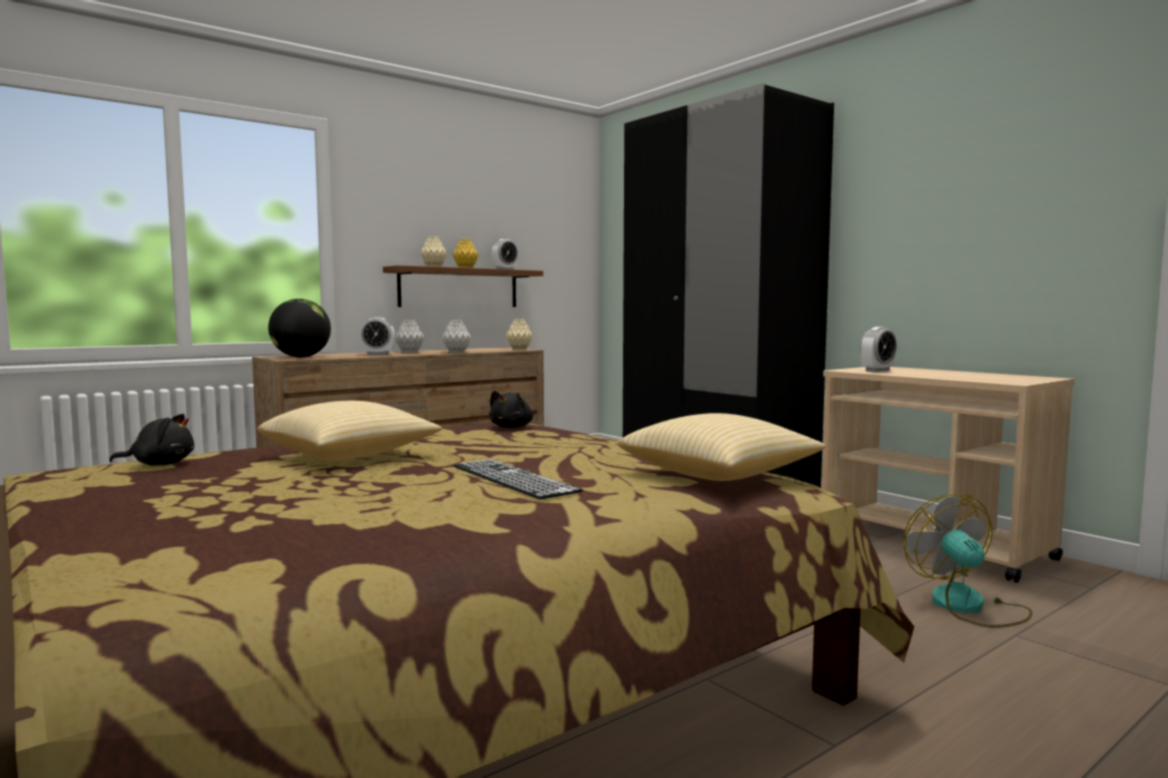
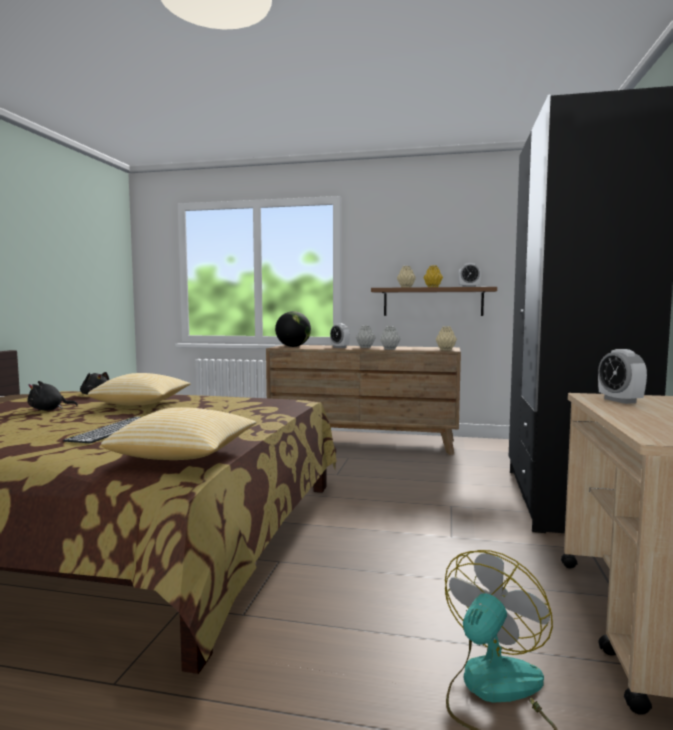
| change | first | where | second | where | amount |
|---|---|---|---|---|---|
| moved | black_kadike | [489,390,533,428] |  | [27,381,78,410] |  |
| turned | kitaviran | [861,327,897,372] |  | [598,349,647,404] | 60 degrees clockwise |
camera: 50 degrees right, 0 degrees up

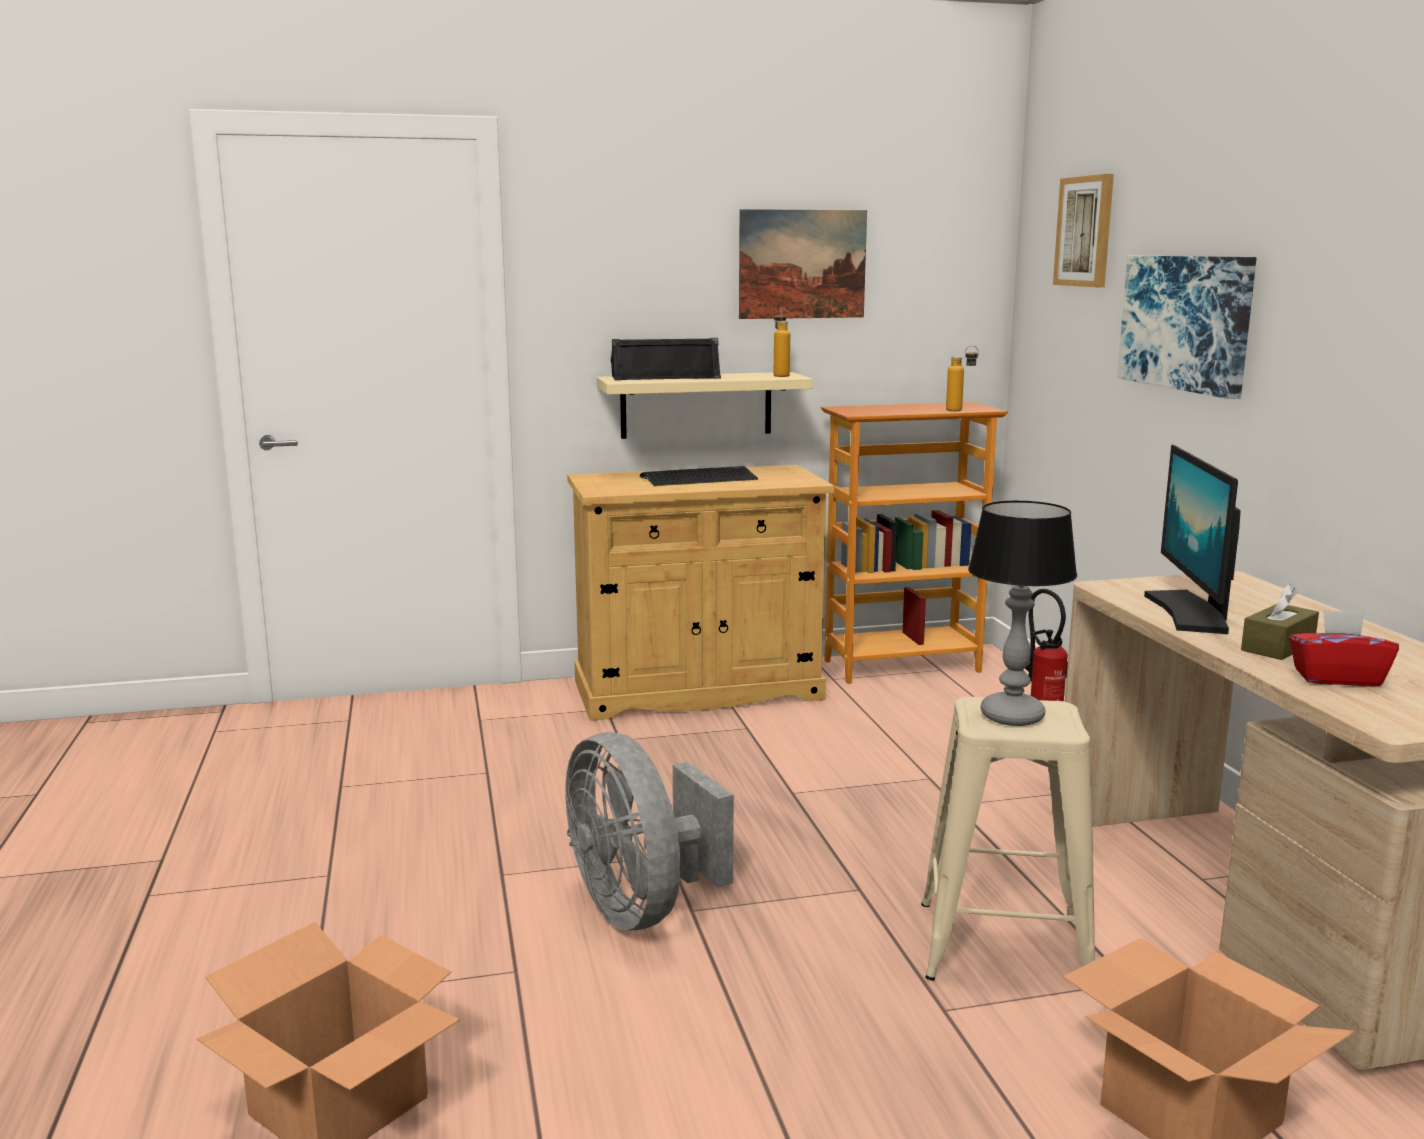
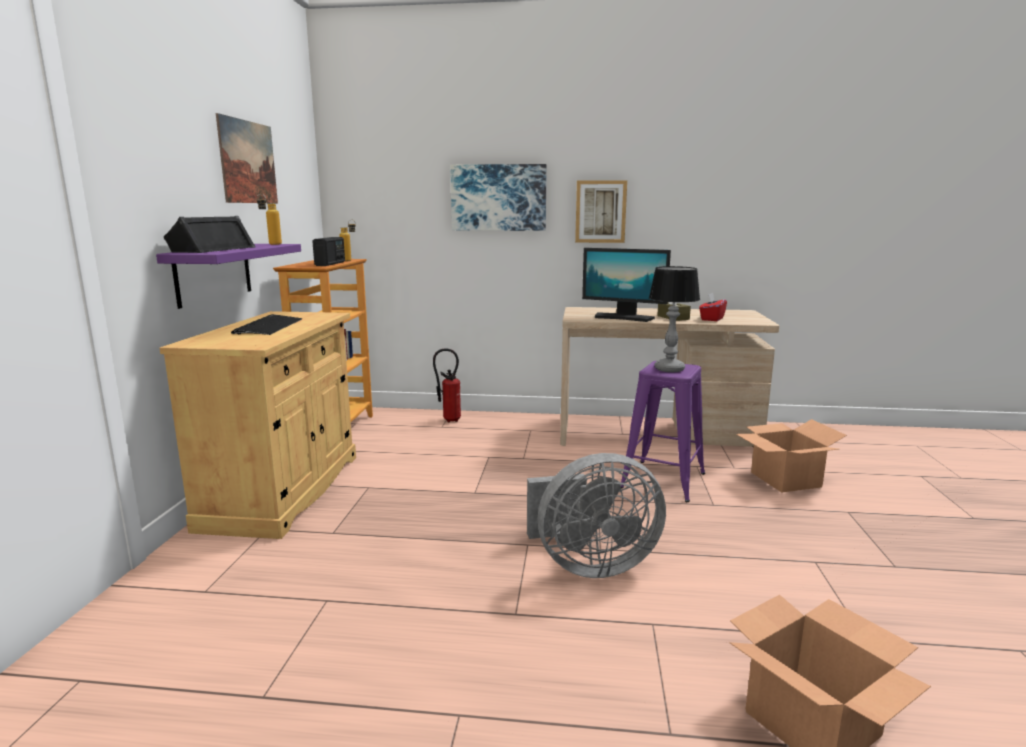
| change | first | where | second | where | amount |
|---|---|---|---|---|---|
| recoloured | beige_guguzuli | [597,372,813,439] | purple_guguzuli | [156,244,301,309] |  |
| added |  |  | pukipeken | [312,237,345,266] |  |
| moved | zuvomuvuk | [1053,174,1114,287] |  | [575,180,627,243] |  |
| recoloured | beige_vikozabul | [921,697,1095,981] | purple_vikozabul | [620,361,705,502] |  |
camera: 70 degrees left, 0 degrees up

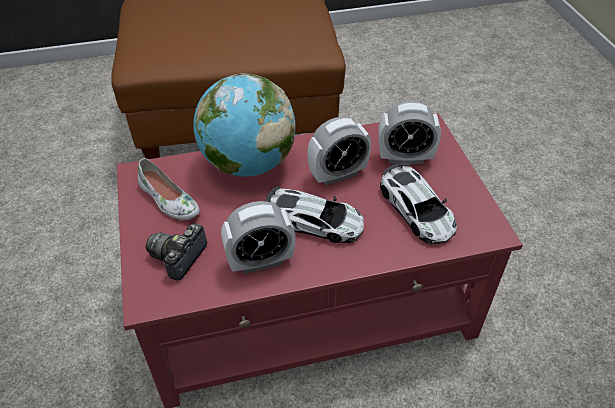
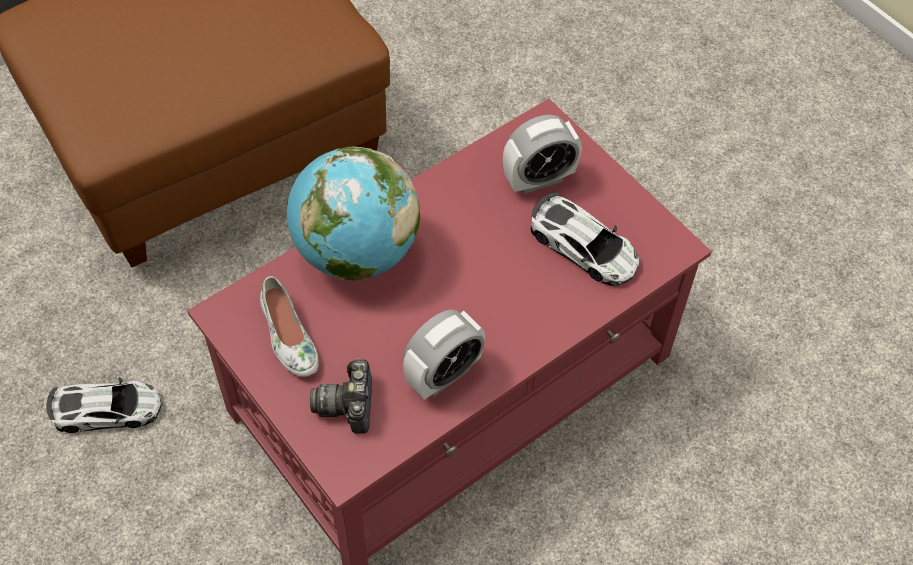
| change | first | where | second | where | amount |
|---|---|---|---|---|---|
| moved | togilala | [266,186,364,243] |  | [46,378,162,433] |  |
| turned | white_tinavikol | [138,158,200,220] |  | [260,276,319,377] | 45 degrees clockwise |
| removed | kitaviran | [307,117,371,186] |  |  |  |
camera: 25 degrees left, 10 degrees up

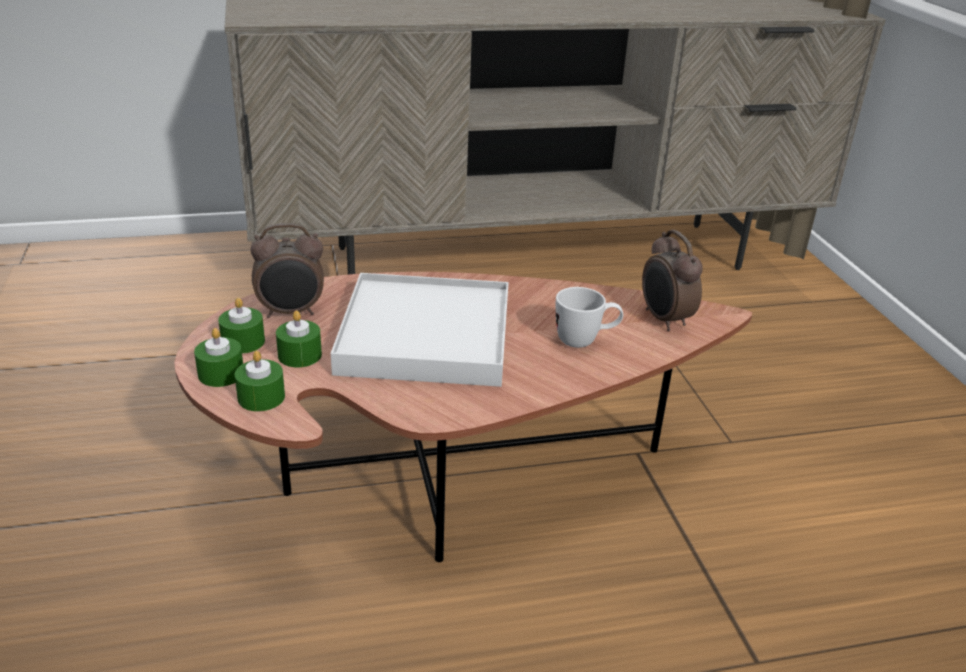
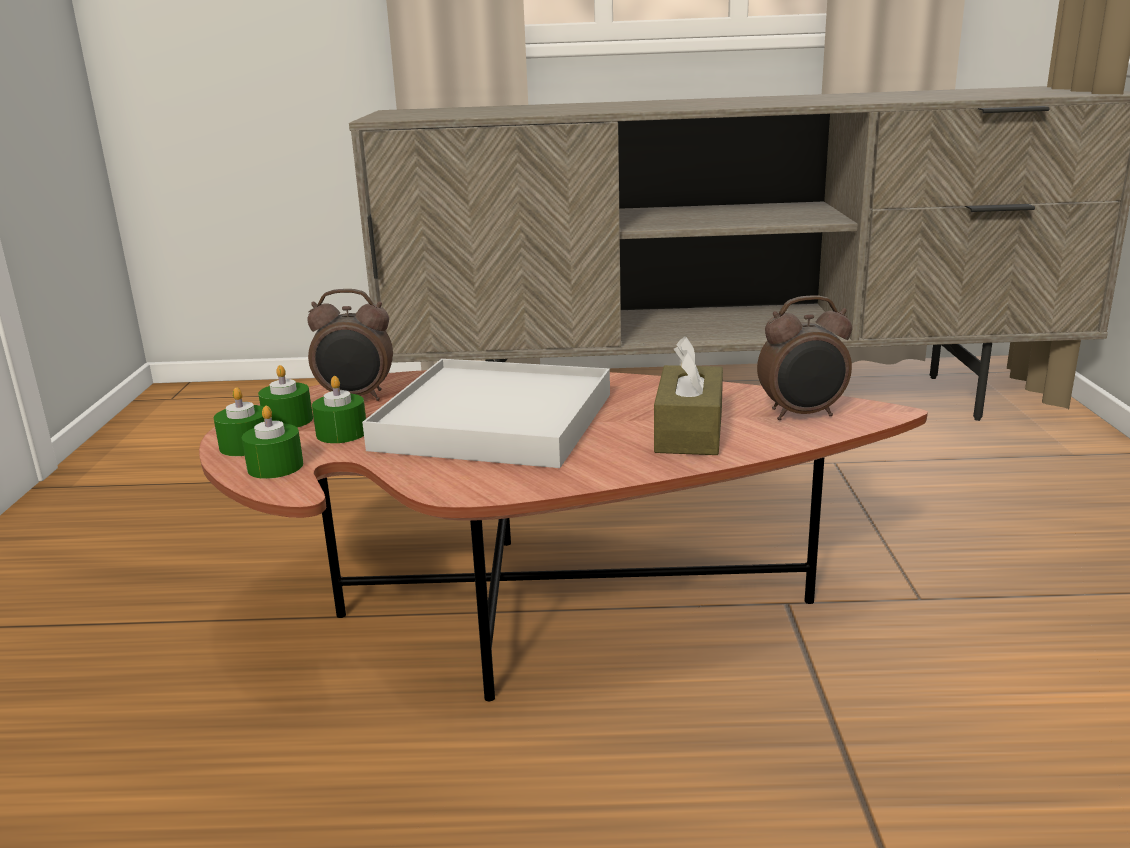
| change | first | where | second | where | amount |
|---|---|---|---|---|---|
| replaced | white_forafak | [556,287,623,348] | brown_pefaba | [654,336,723,455] |  |
| turned | kitaviran | [642,230,703,331] |  | [757,295,852,420] | 90 degrees counterclockwise |
camera: 15 degrees right, 10 degrees down

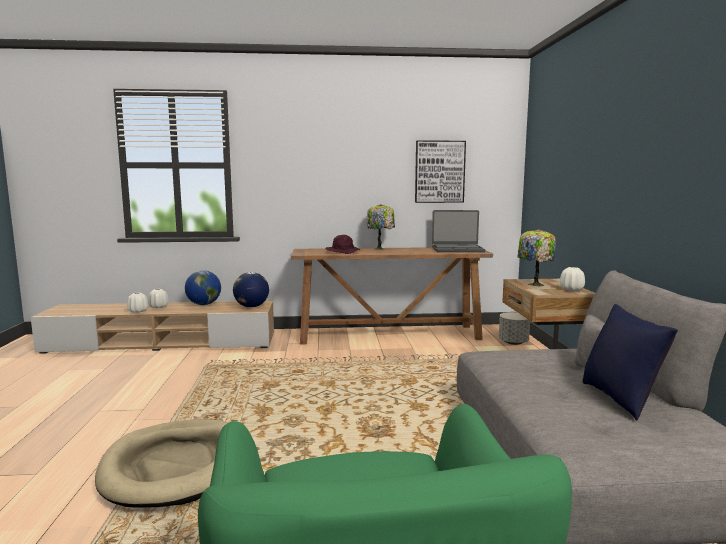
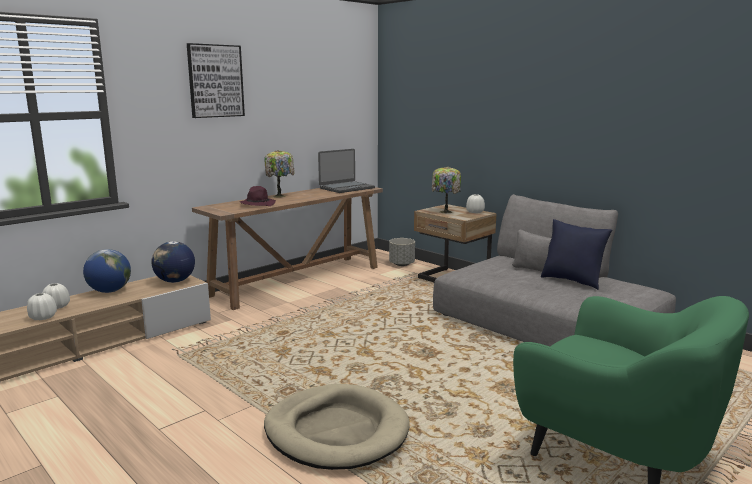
| change | first | where | second | where | amount |
|---|---|---|---|---|---|
| moved | zuvomuvuk | [415,140,466,203] |  | [187,43,245,118] |  |
camera: 40 degrees left, 5 degrees up

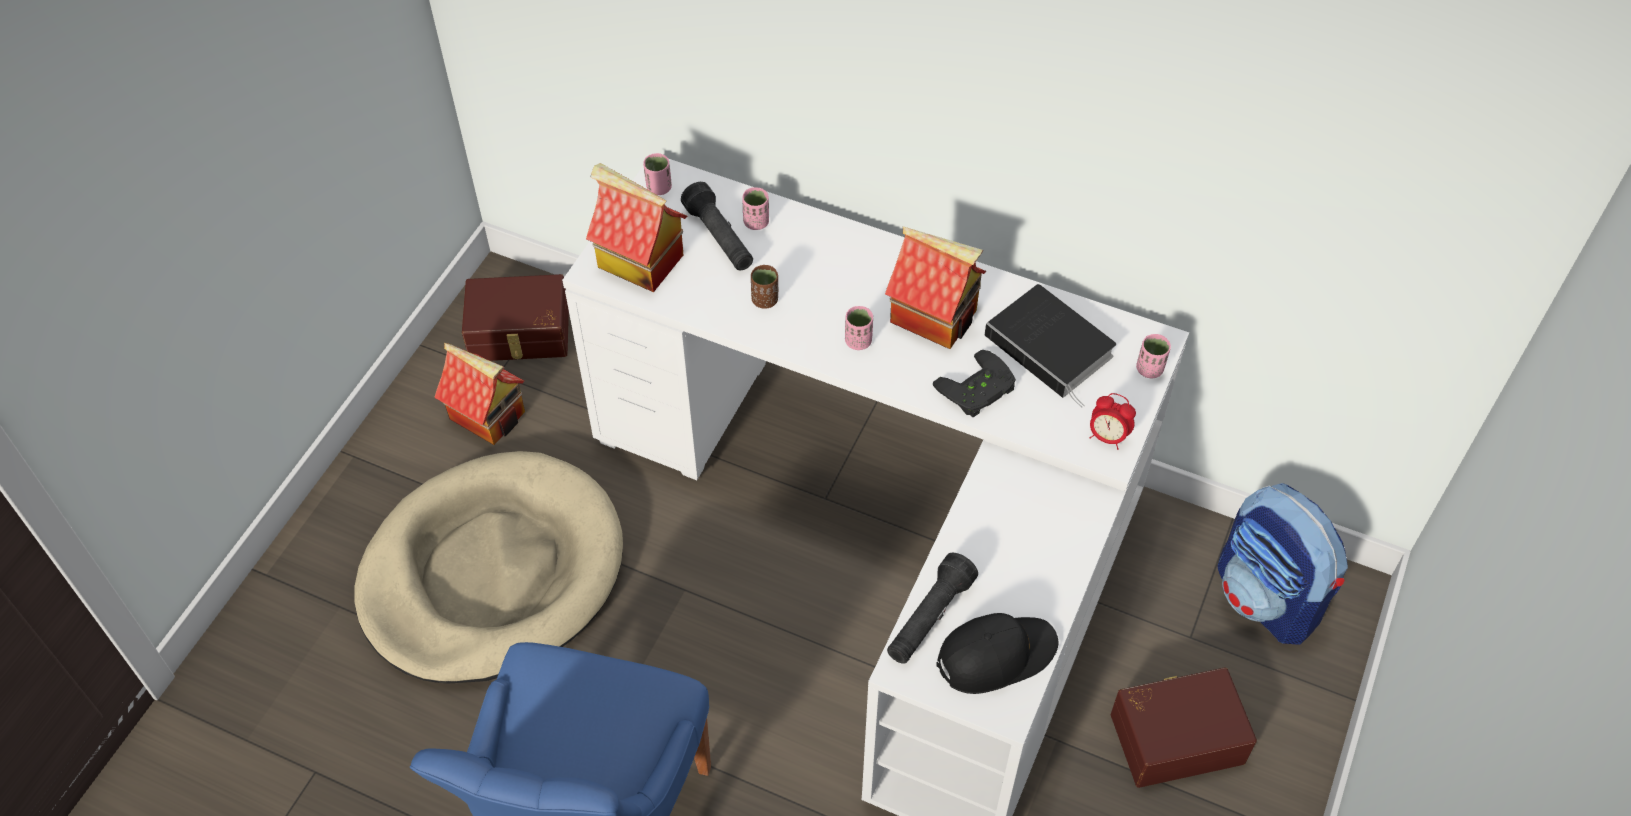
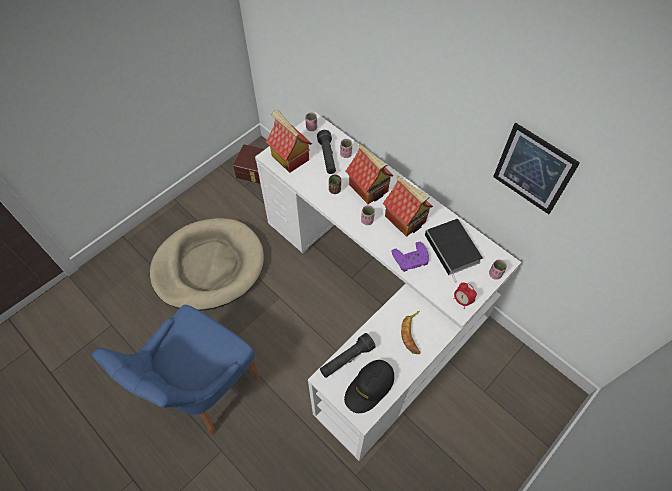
| change | first | where | second | where | amount |
|---|---|---|---|---|---|
| turned | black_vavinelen | [936,613,1059,694] |  | [344,360,394,413] | 135 degrees clockwise |
| moved | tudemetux | [434,343,525,445] |  | [346,144,394,204] |  |
| recoloured | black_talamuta | [933,350,1016,417] | purple_talamuta | [391,242,429,272] |  |
| added |  |  | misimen | [401,311,421,354] |  |
| added |  |  | zuvomuvuk | [493,123,580,214] |  |
| removed | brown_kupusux | [1111,667,1257,788] |  |  |  |
| removed | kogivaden | [1217,483,1348,645] |  |  |  |
camera: 20 degrees right, 5 degrees up

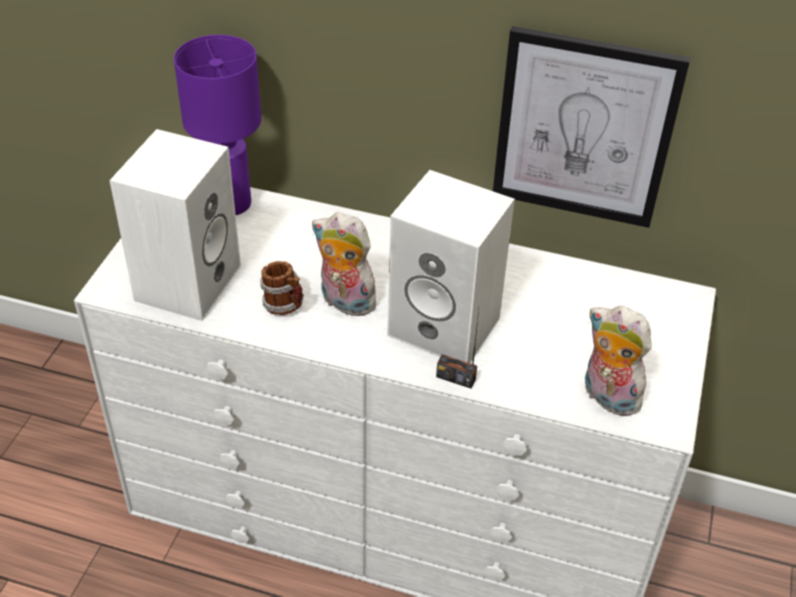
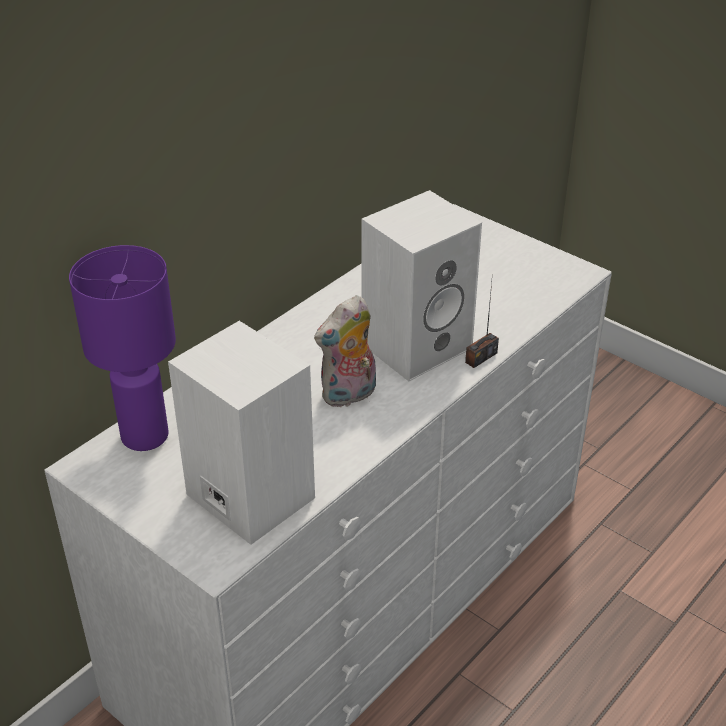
| change | first | where | second | where | amount |
|---|---|---|---|---|---|
| removed | forafak | [260,261,304,315] |  |  |  |
| removed | zuvomuvuk | [493,26,690,228] |  |  |  |
| removed | kadike | [585,306,652,417] |  |  |  |
camera: 65 degrees left, 5 degrees down

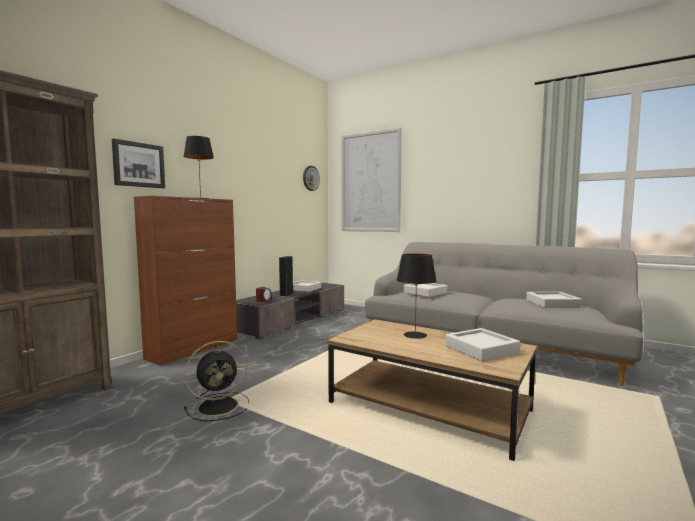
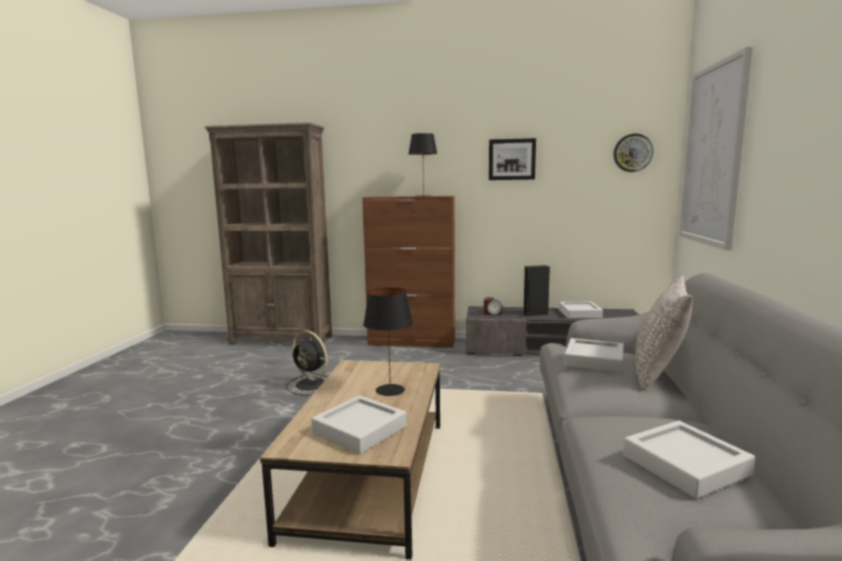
| change | first | where | second | where | amount |
|---|---|---|---|---|---|
| moved | zuvomuvuk | [112,139,165,188] |  | [489,138,536,180] |  |
| added |  |  | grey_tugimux | [635,275,693,389] |  |
camera: 65 degrees right, 5 degrees up

